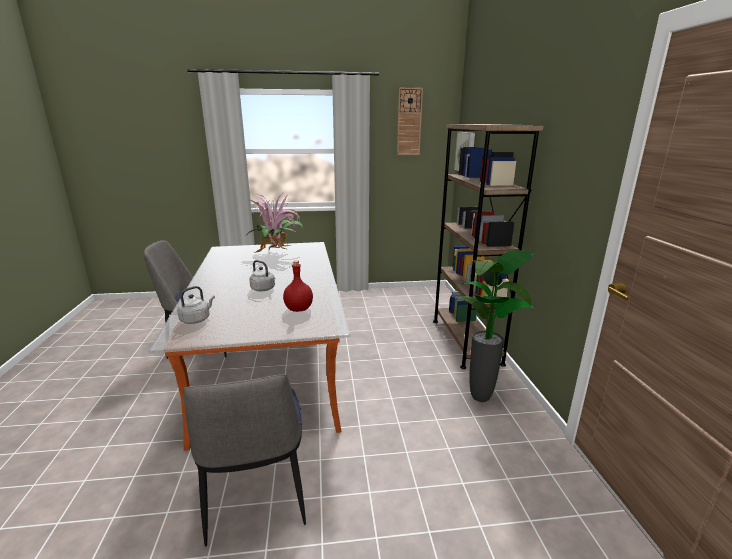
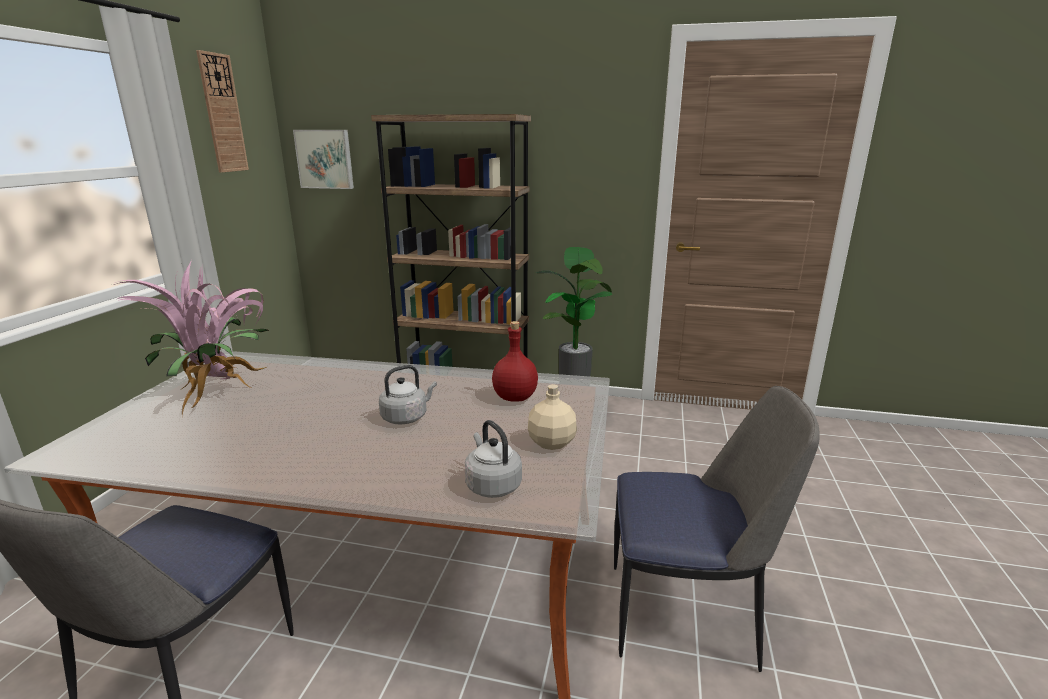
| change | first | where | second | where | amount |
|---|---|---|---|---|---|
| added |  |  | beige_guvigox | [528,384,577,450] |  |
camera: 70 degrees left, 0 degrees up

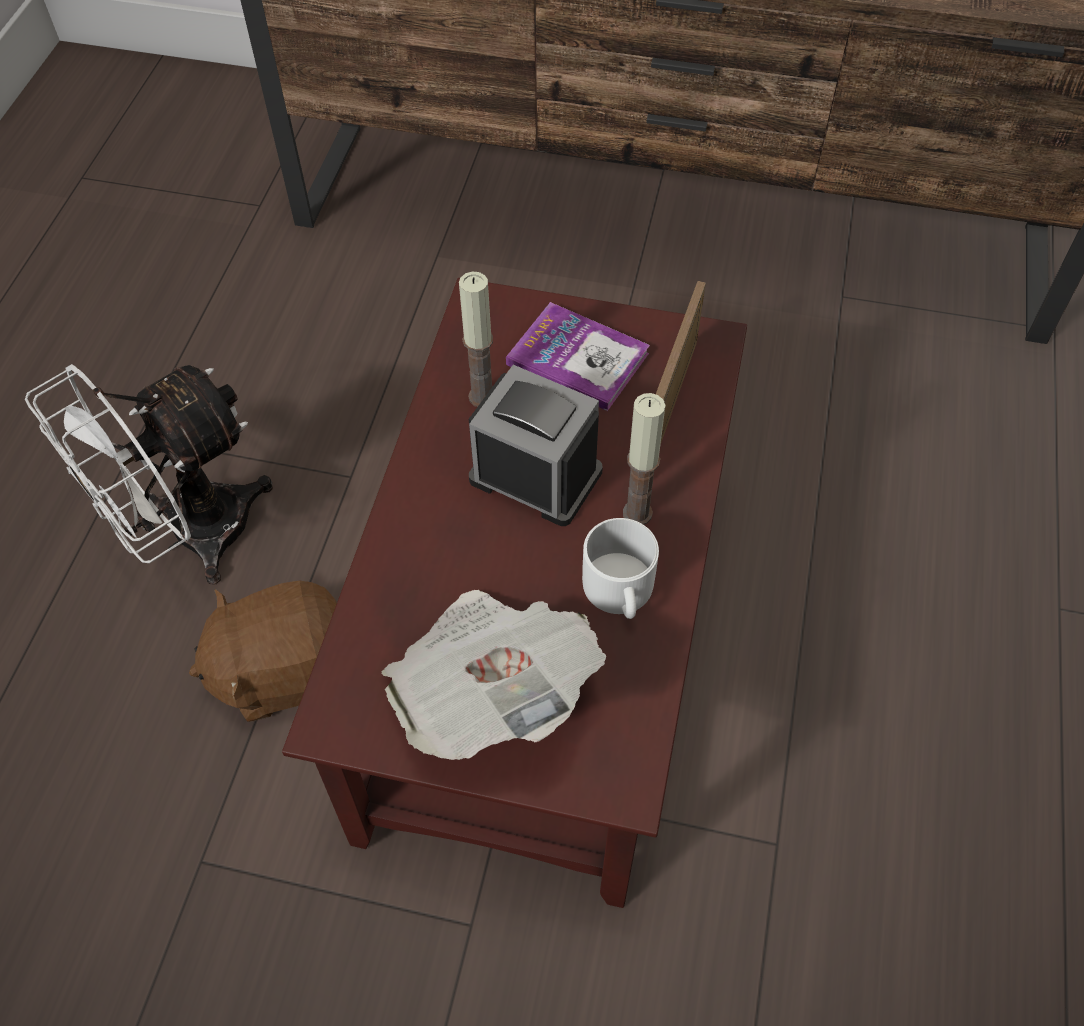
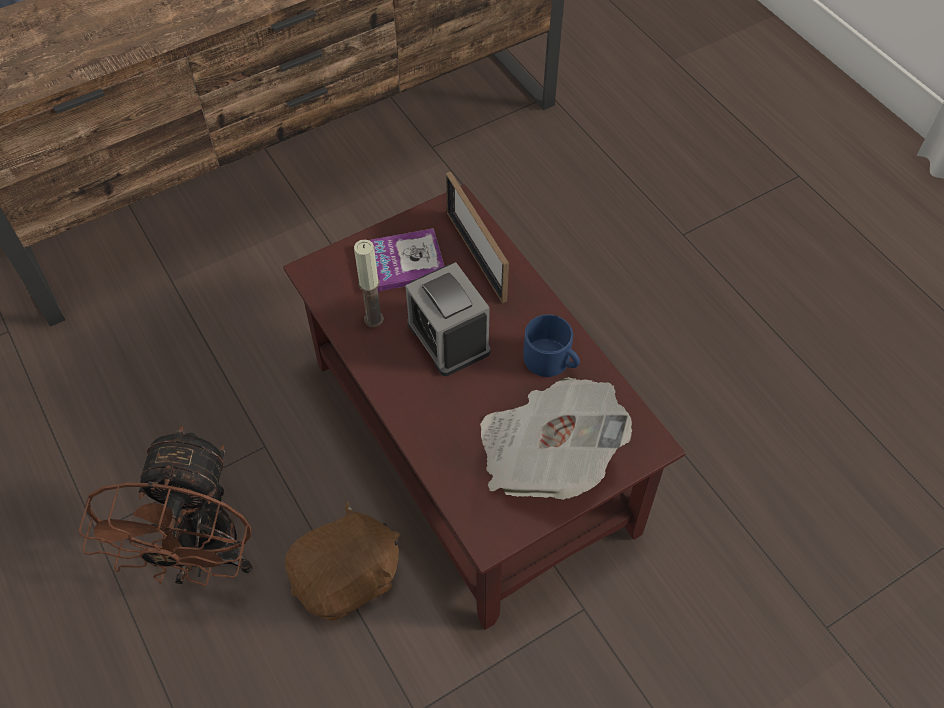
| change | first | where | second | where | amount |
|---|---|---|---|---|---|
| recoloured | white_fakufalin | [25,364,273,584] | brown_fakufalin | [79,426,253,586] |  |
| turned | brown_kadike | [189,580,337,722] |  | [285,501,400,621] | 150 degrees counterclockwise |
| turned | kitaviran | [469,365,602,526] |  | [405,262,490,376] | 105 degrees counterclockwise |
| recoloured | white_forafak | [582,518,659,619] | blue_forafak | [523,314,580,377] |  |
| removed | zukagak | [623,393,665,525] |  |  |  |
camera: 45 degrees left, 0 degrees up

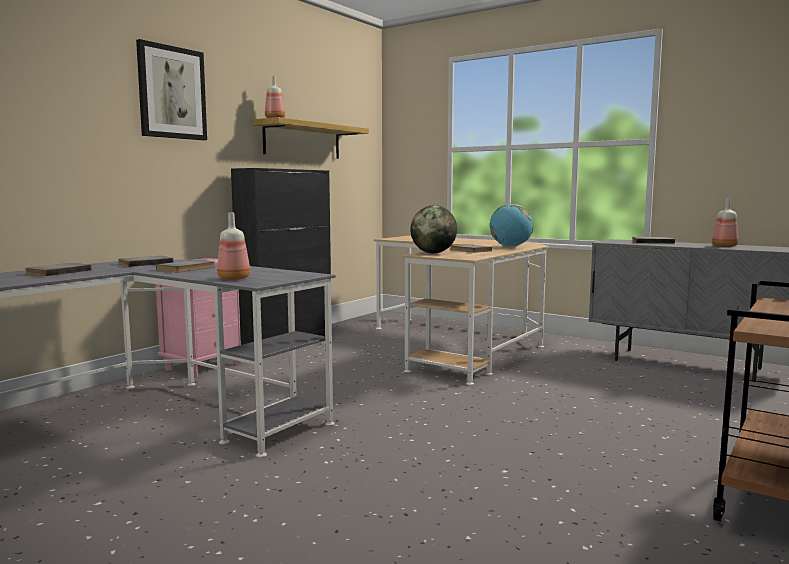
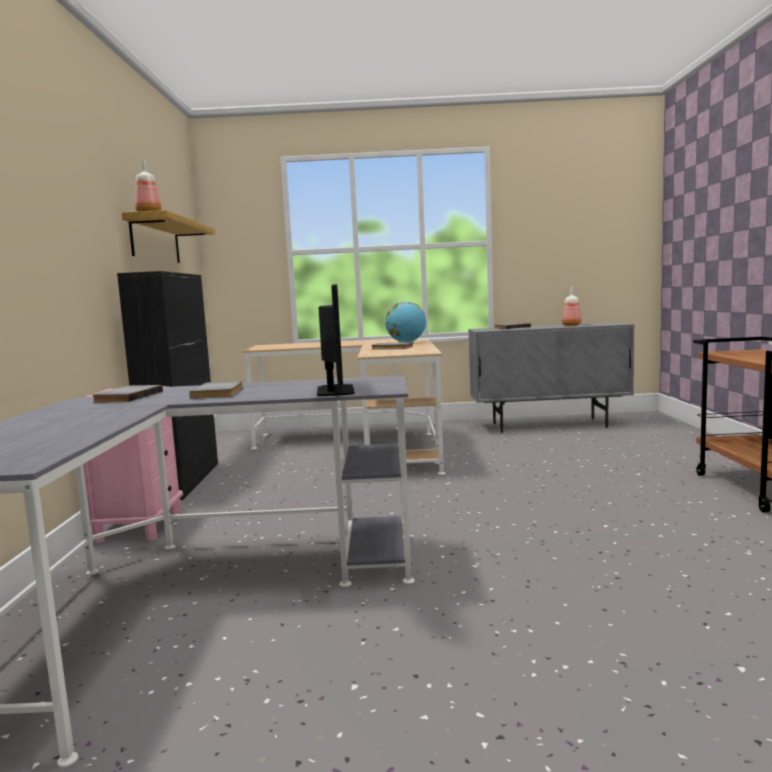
| change | first | where | second | where | amount |
|---|---|---|---|---|---|
| replaced | guvigox | [217,213,250,280] | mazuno | [317,284,355,396] |  |
| removed | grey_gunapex | [25,263,91,276] |  |  |  |
| removed | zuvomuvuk | [136,39,207,140] |  |  |  |
| removed | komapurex | [410,205,457,253] |  |  |  |
camera: 35 degrees left, 0 degrees up

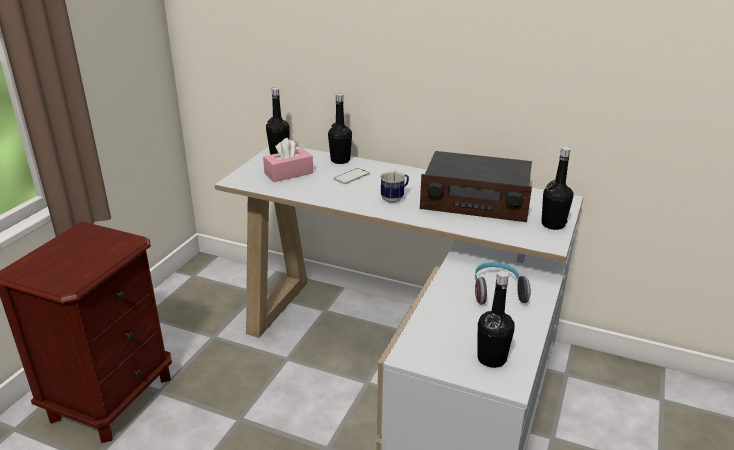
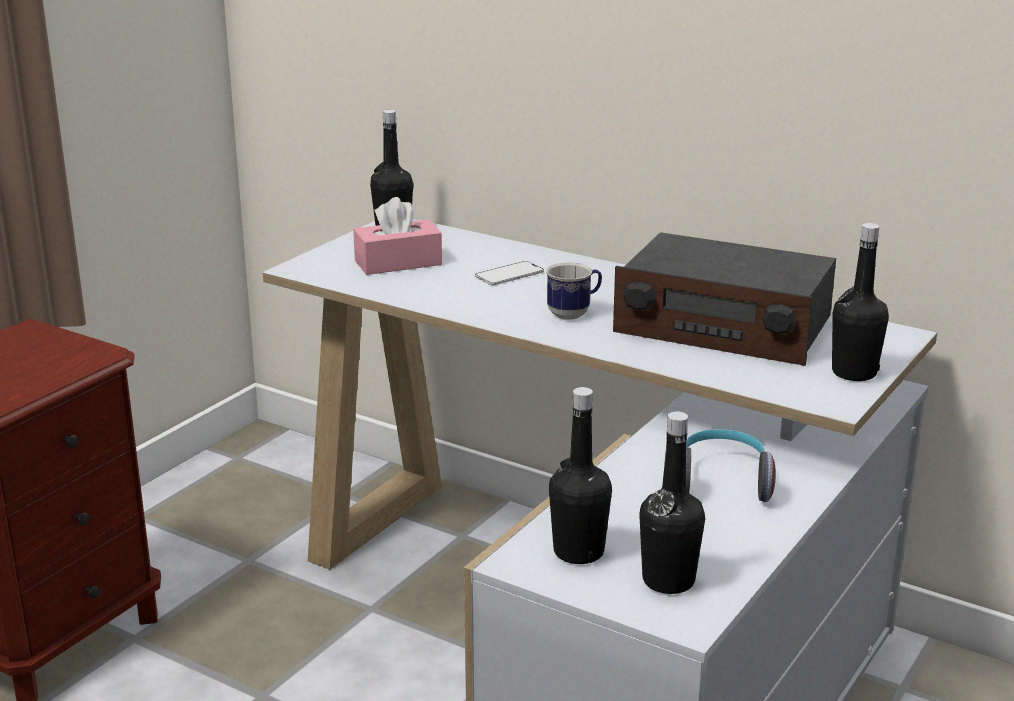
| change | first | where | second | where | amount |
|---|---|---|---|---|---|
| moved | black_guvigox | [328,93,352,164] |  | [549,387,612,564] |  |
camera: 10 degrees right, 5 degrees down

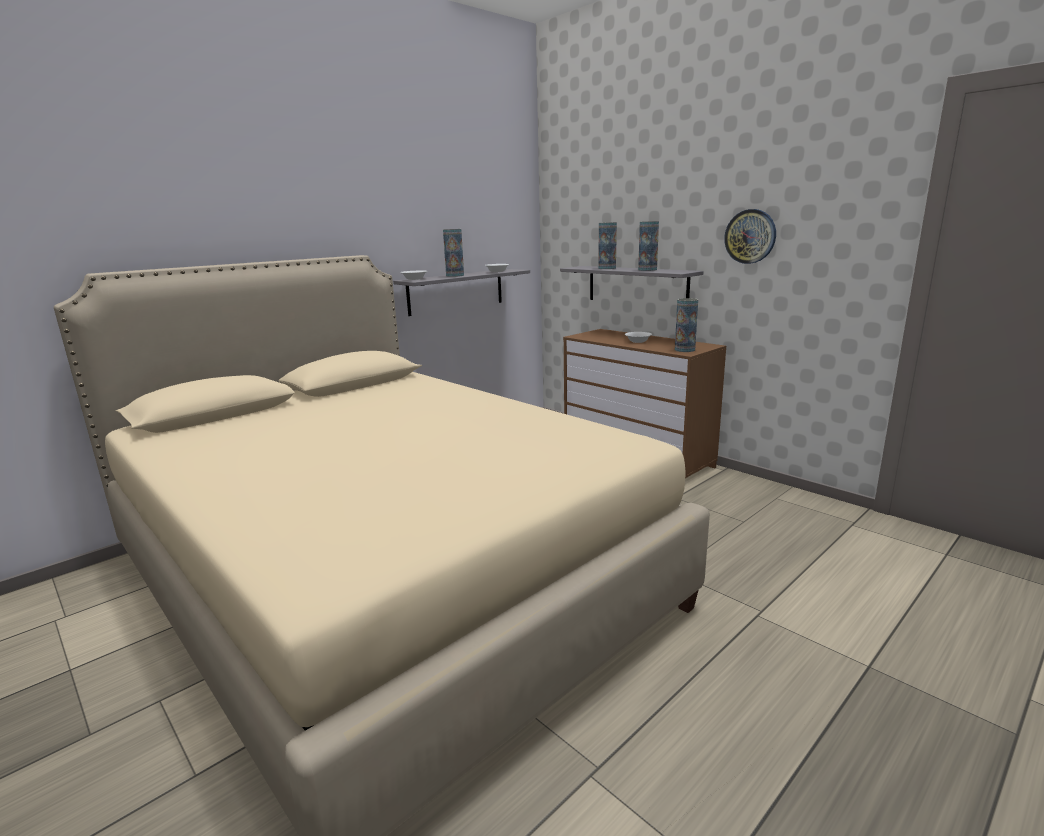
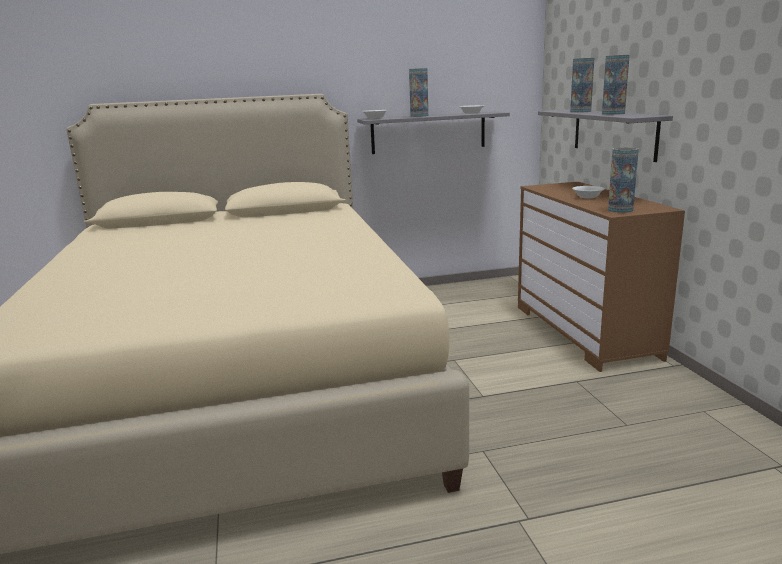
| change | first | where | second | where | amount |
|---|---|---|---|---|---|
| removed | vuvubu | [724,209,776,264] |  |  |  |
camera: 30 degrees right, 0 degrees up

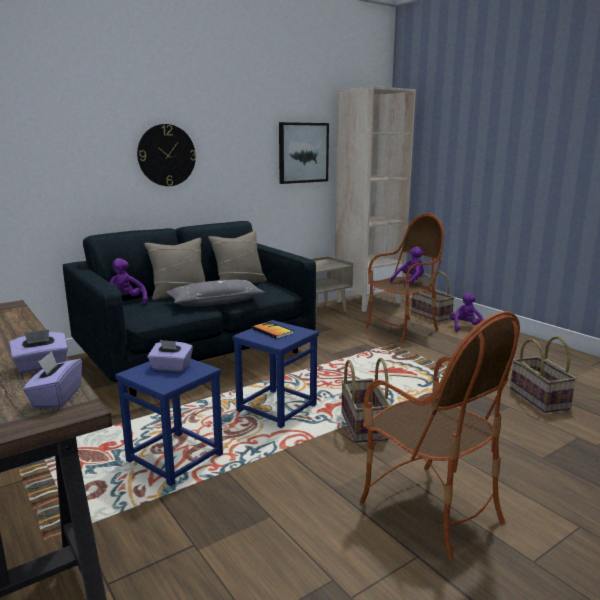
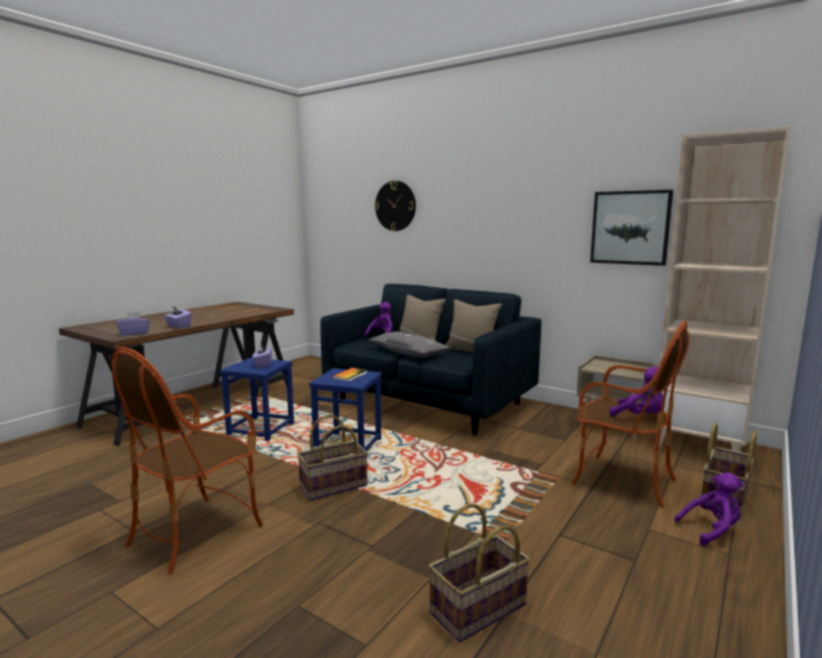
| change | first | where | second | where | amount |
|---|---|---|---|---|---|
| moved | vuvubu | [137,124,196,186] |  | [374,181,416,231] |  |
camera: 70 degrees right, 5 degrees down

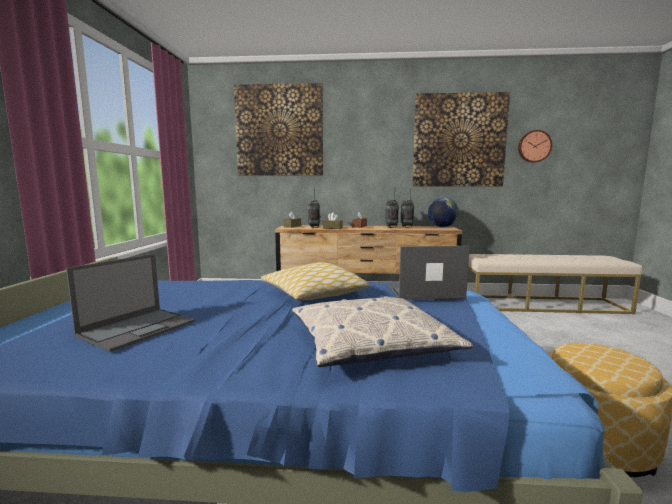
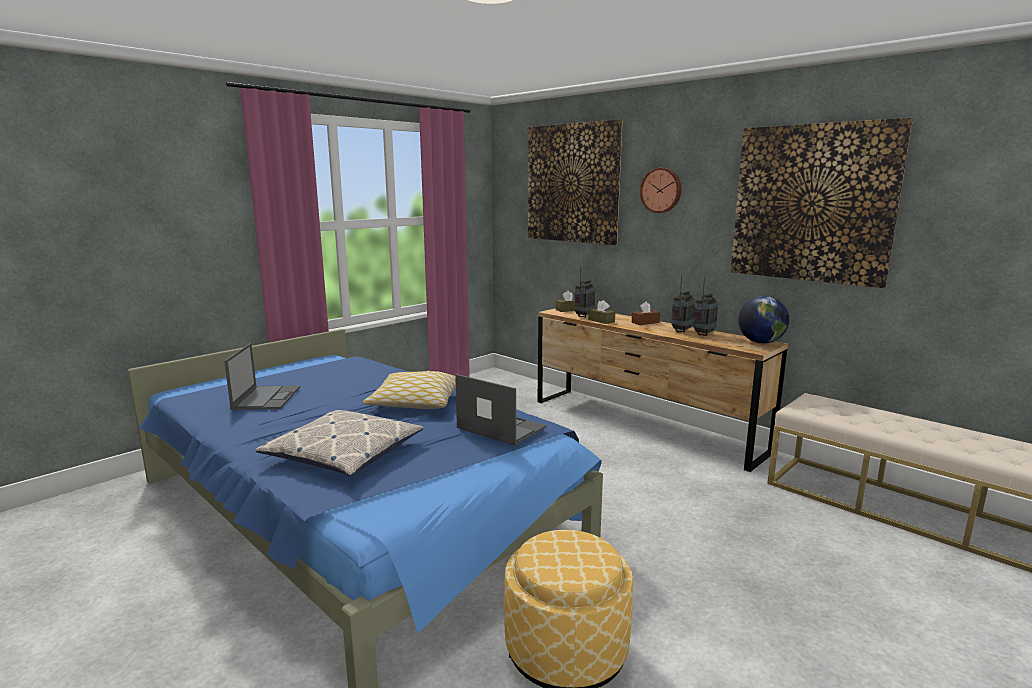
| change | first | where | second | where | amount |
|---|---|---|---|---|---|
| turned | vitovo | [66,254,195,352] |  | [224,343,300,410] | 75 degrees counterclockwise |
| moved | vuvubu | [518,130,552,163] |  | [640,168,681,213] |  |
camera: 40 degrees right, 5 degrees up

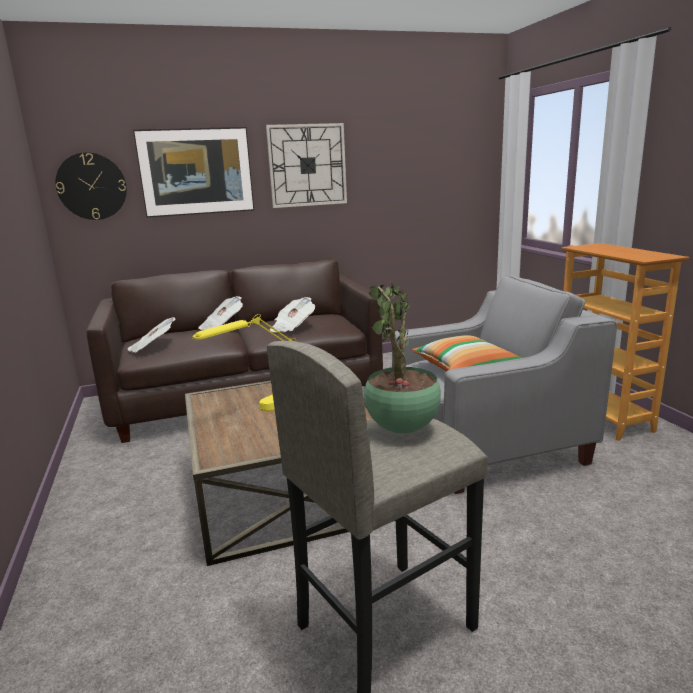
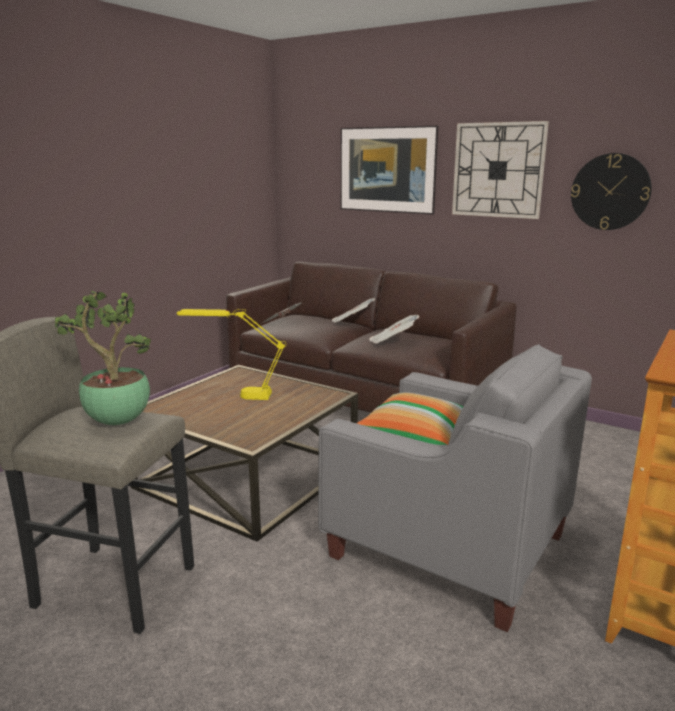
| change | first | where | second | where | amount |
|---|---|---|---|---|---|
| moved | vuvubu | [56,152,127,220] |  | [571,153,652,230] |  |
camera: 50 degrees right, 0 degrees up

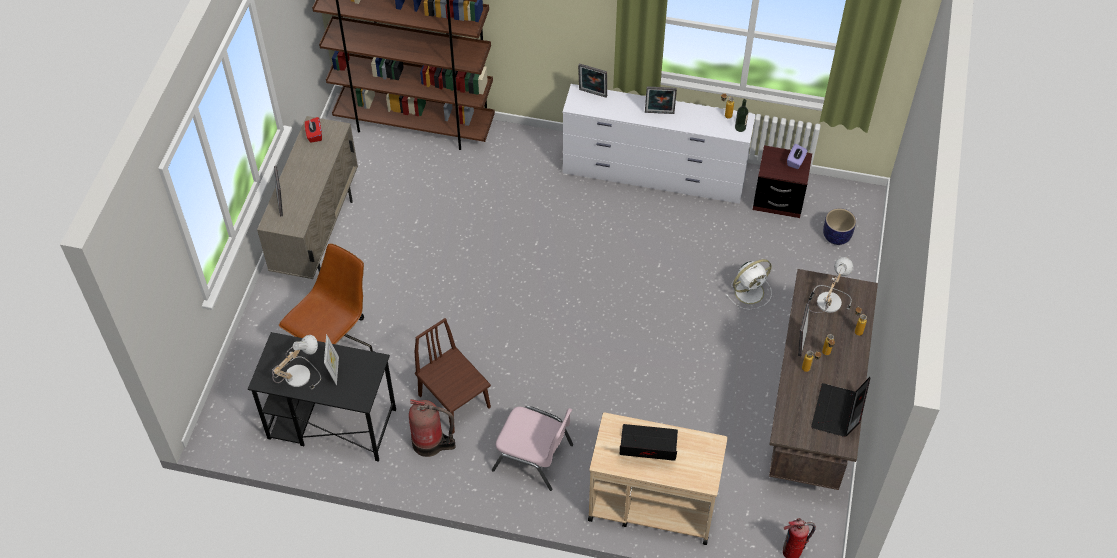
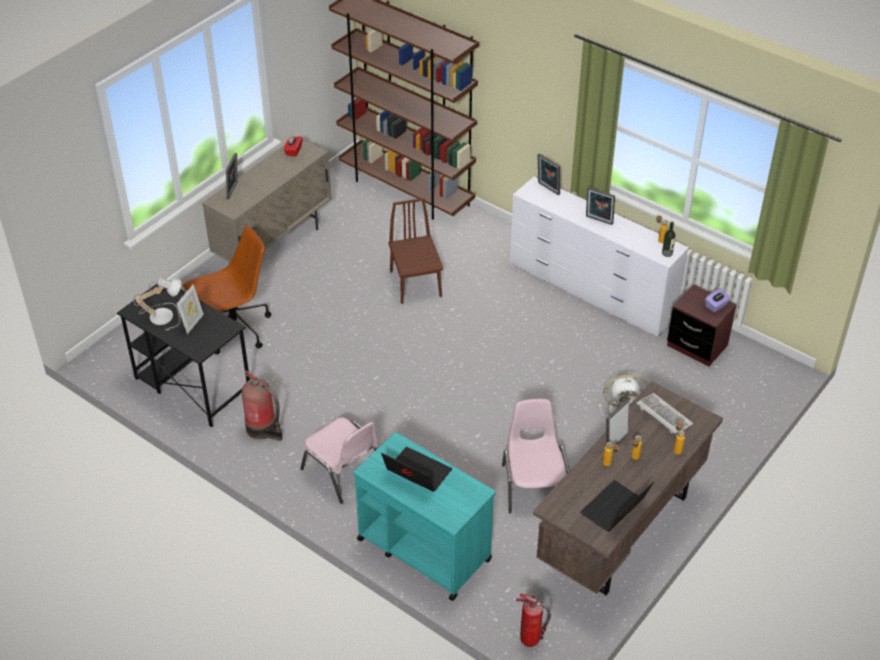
| change | first | where | second | where | amount |
|---|---|---|---|---|---|
| recoloured | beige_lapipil | [588,413,728,545] | turquoise_lapipil | [354,432,495,601] |  |
| moved | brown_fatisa | [414,318,491,434] |  | [388,198,443,304] |  |
| added |  |  | pink_fatisa | [502,399,570,513] |  |
| replaced | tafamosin | [807,257,854,313] | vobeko | [636,393,693,434] |  |
| removed | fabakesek | [823,208,856,245] |  |  |  |
camera: 25 degrees right, 10 degrees down

